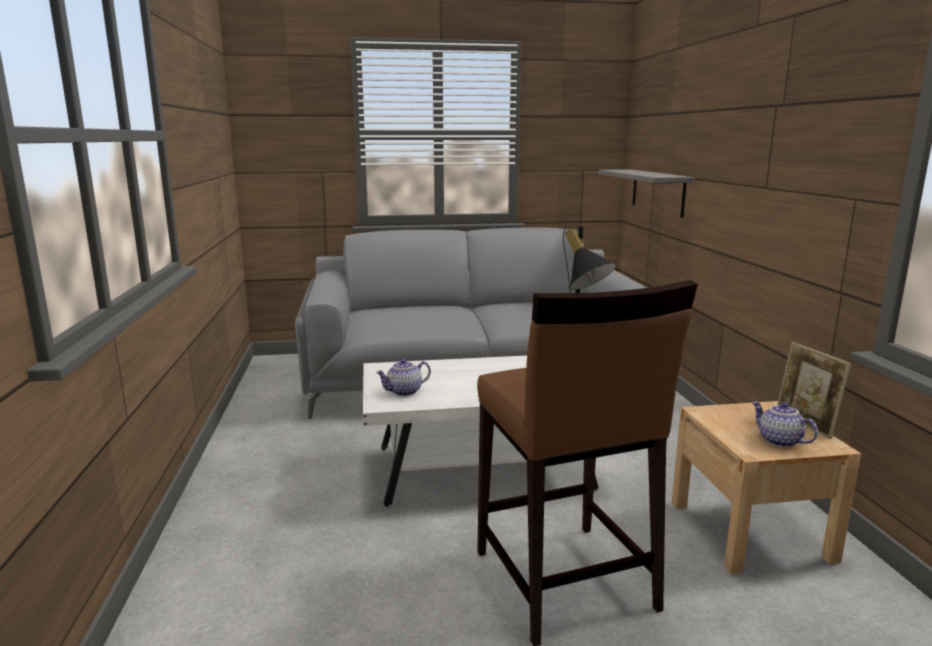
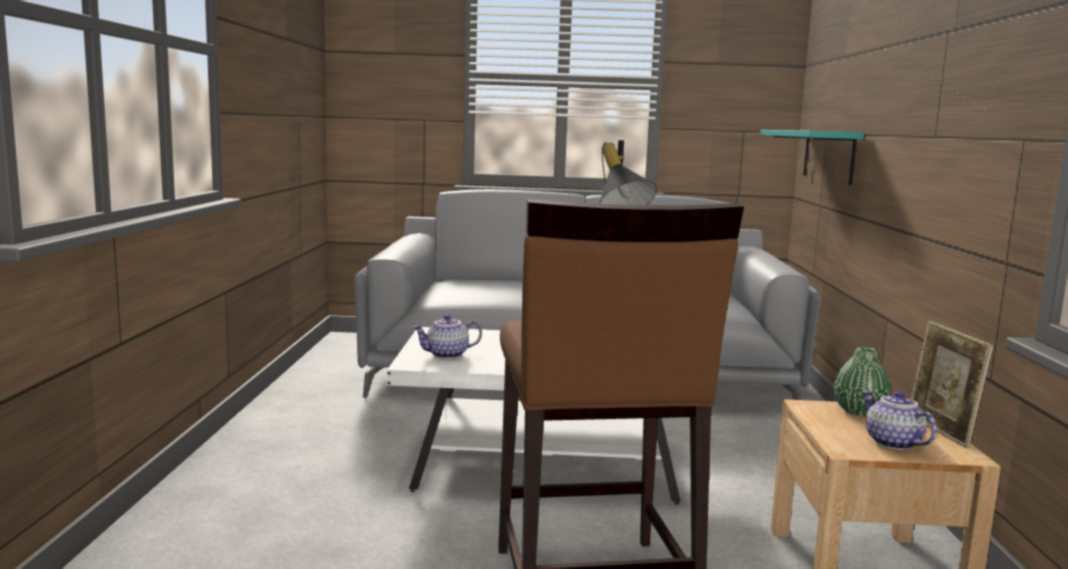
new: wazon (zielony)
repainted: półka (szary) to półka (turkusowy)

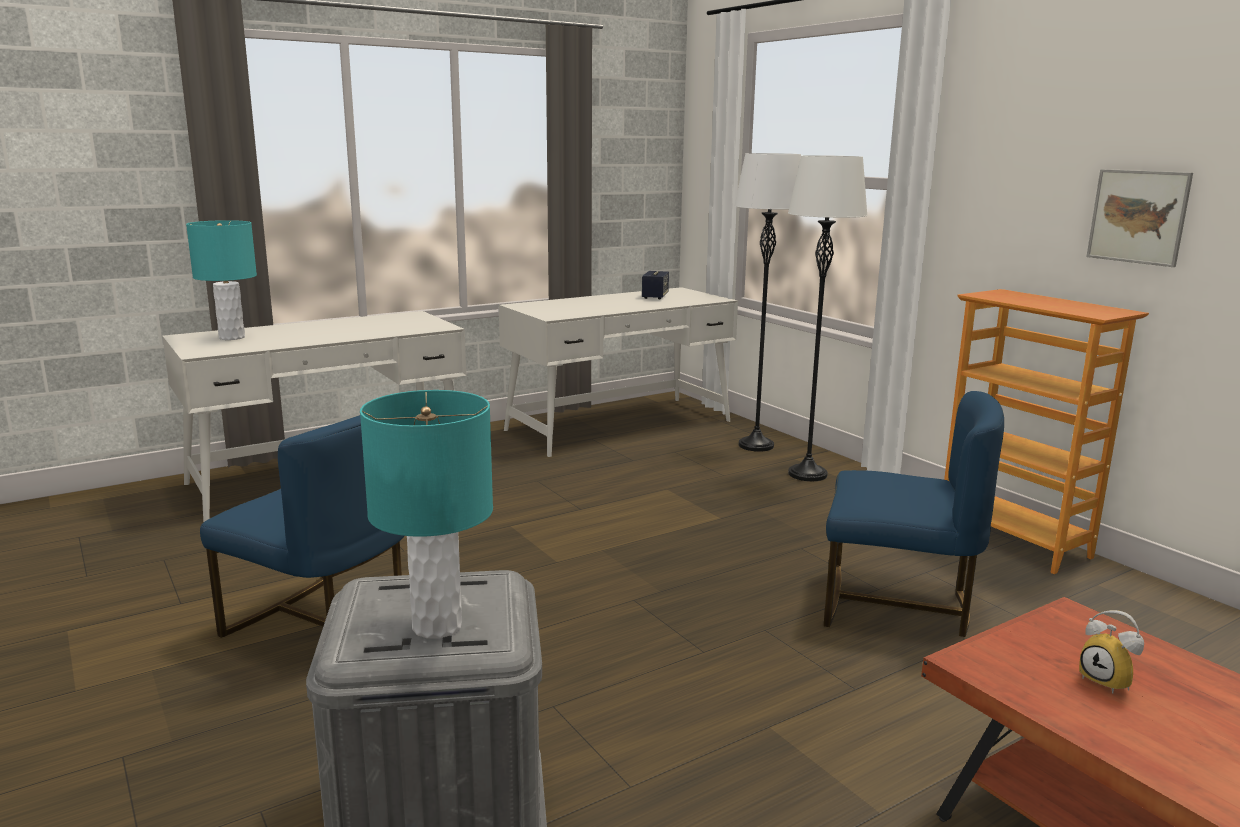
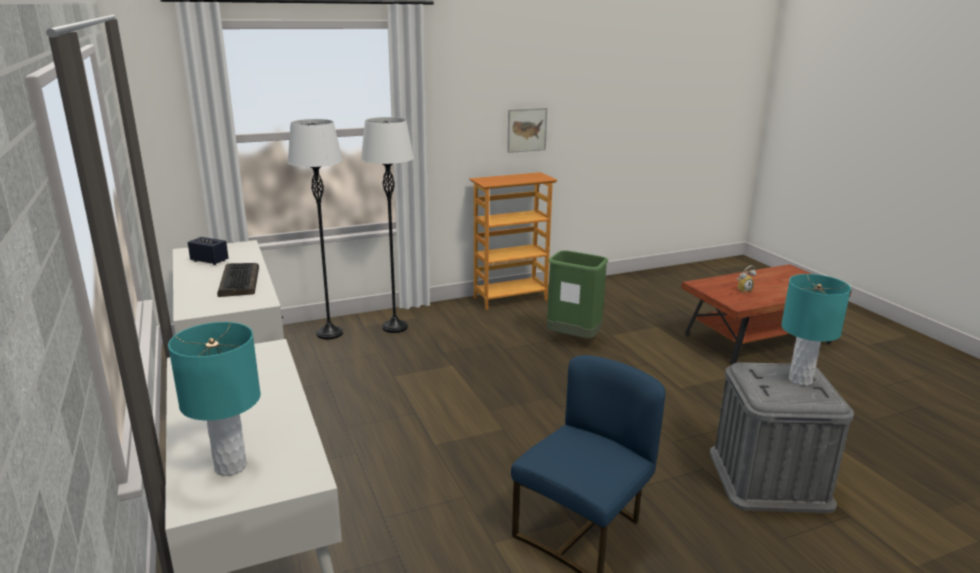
new: klawiatura
swapped: krzesło (niebieski) (no. 2 from left) to kosz na śmieci (zielony)

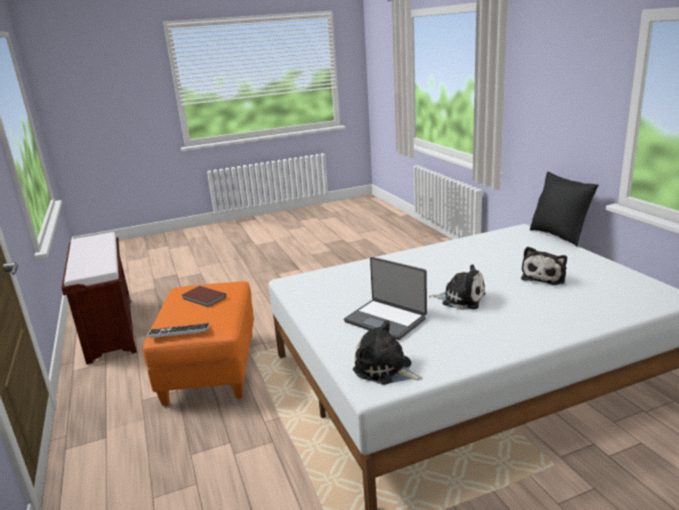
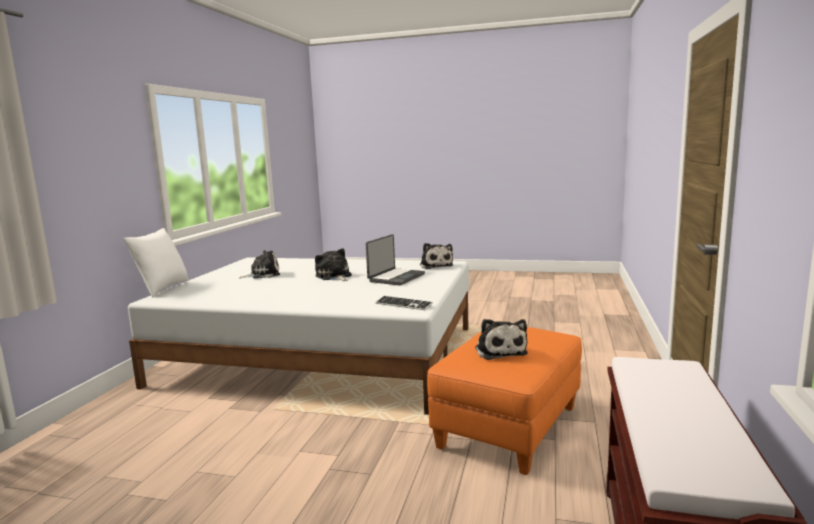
shifted: klawiatura
swapped: książka (brązowy) to pluszak (no. 4 from left)
repainted: poduszka (czarny) to poduszka (biały)
rotated: laptop 45 degrees clockwise

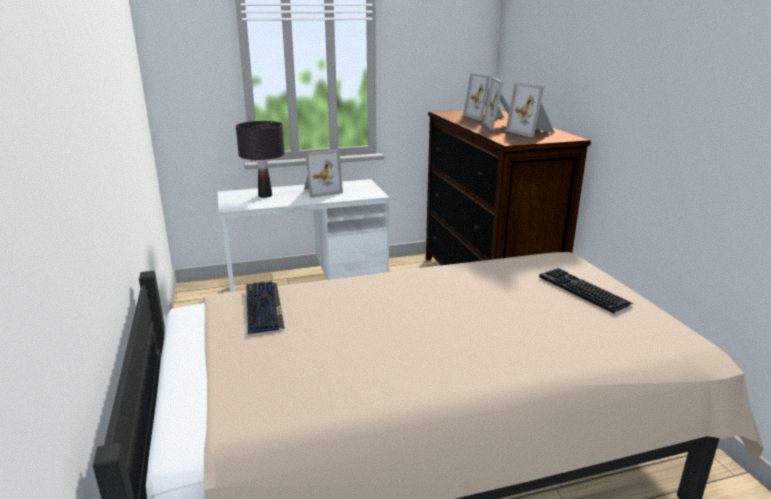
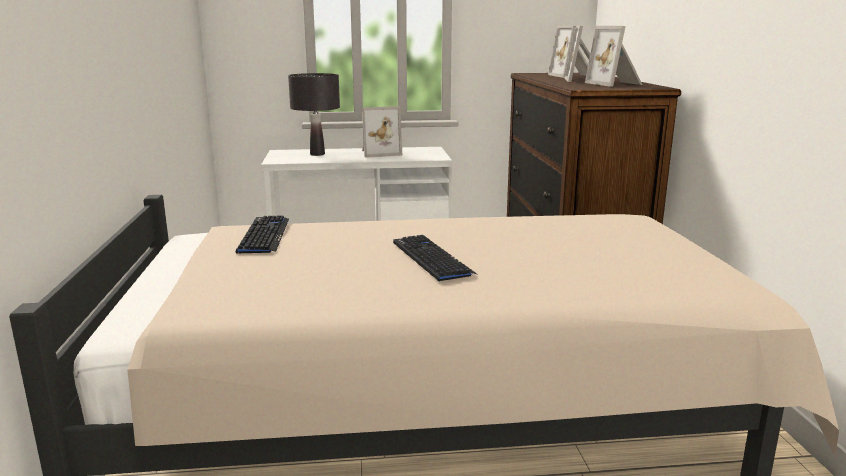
shifted: klawiatura (no. 2 from left)

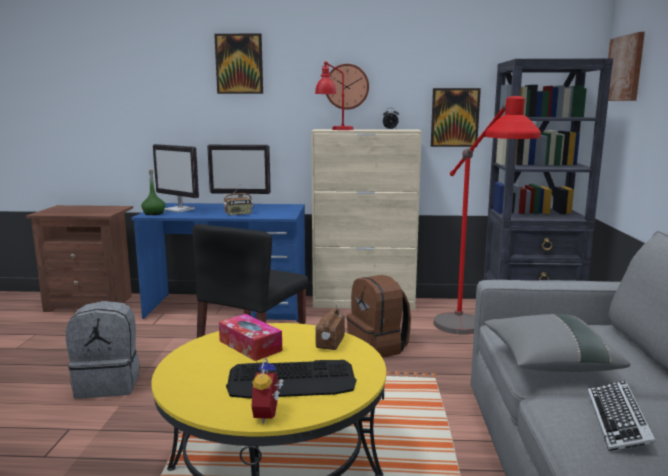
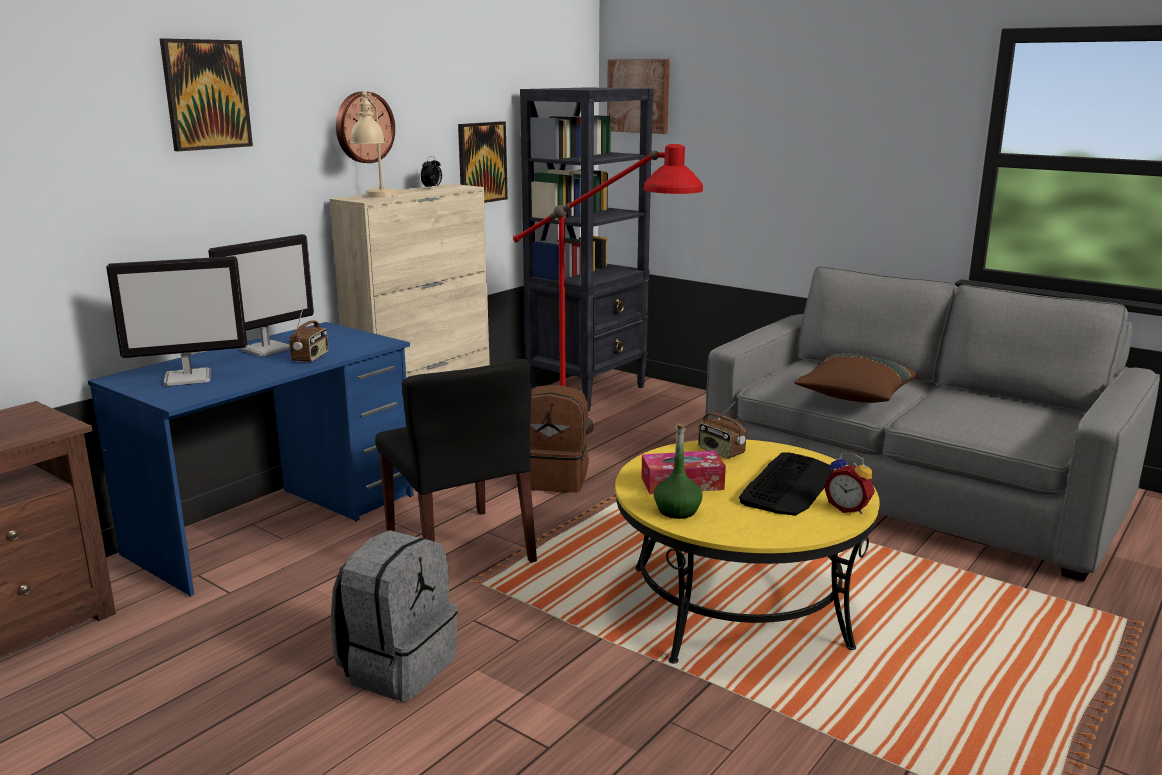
gone: klawiatura (no. 2 from left)
shifted: butelka (zielony)
repainted: lampa stołowa (czerwony) to lampa stołowa (beżowy); poduszka (szary) to poduszka (brązowy)

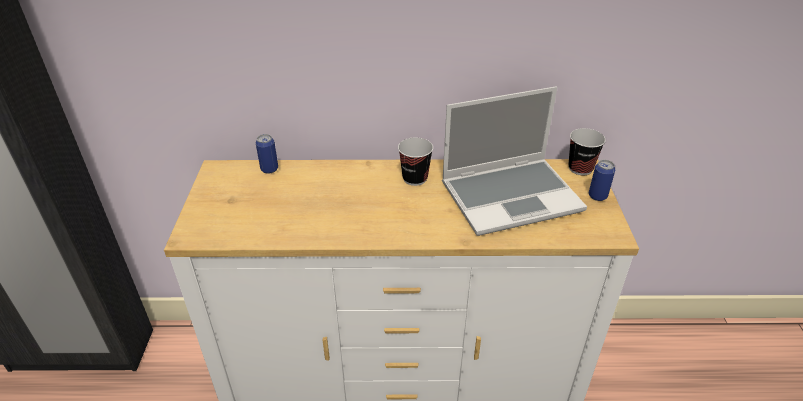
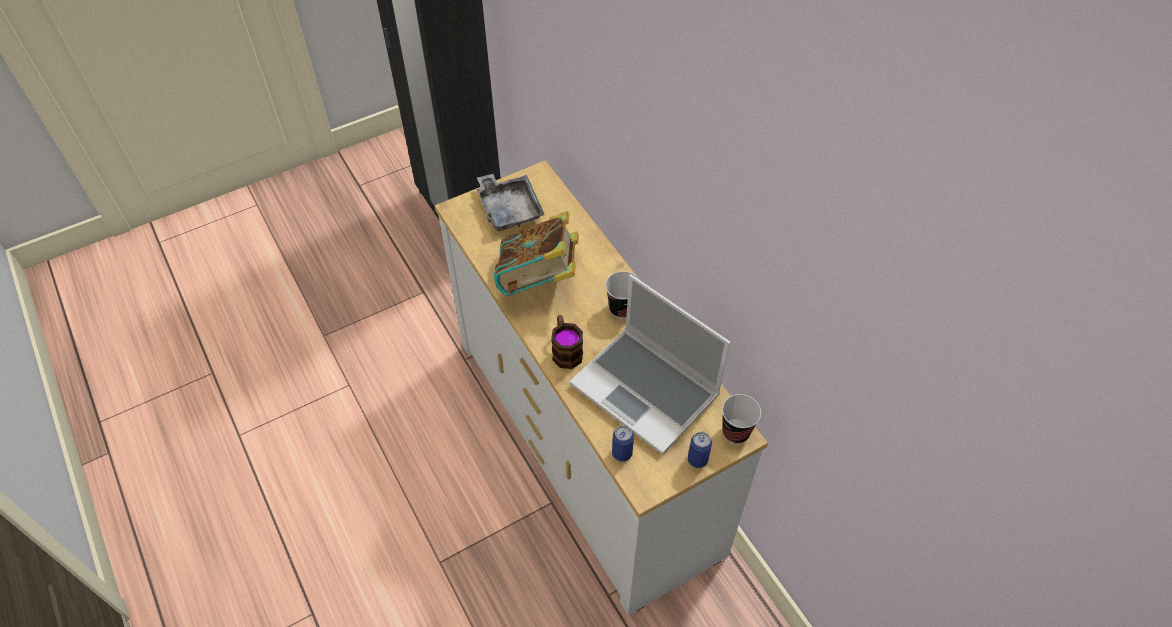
new: taca (szary); książka; kubek
shifted: puszka (no. 1 from left)

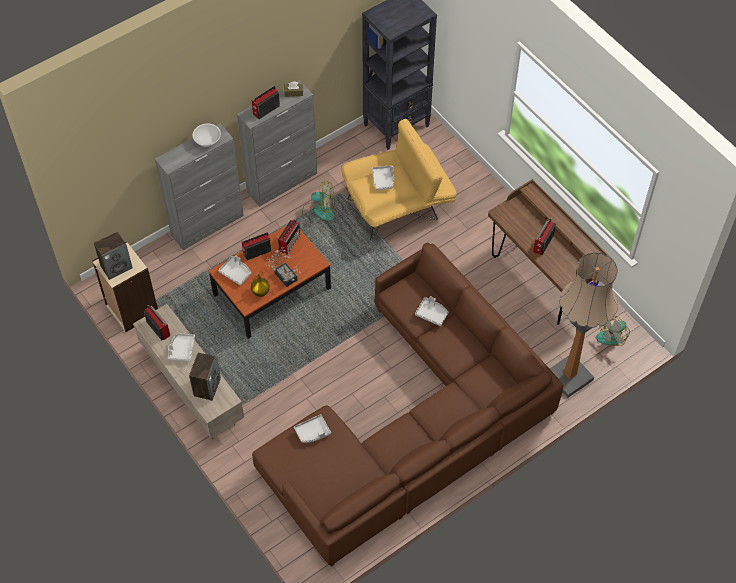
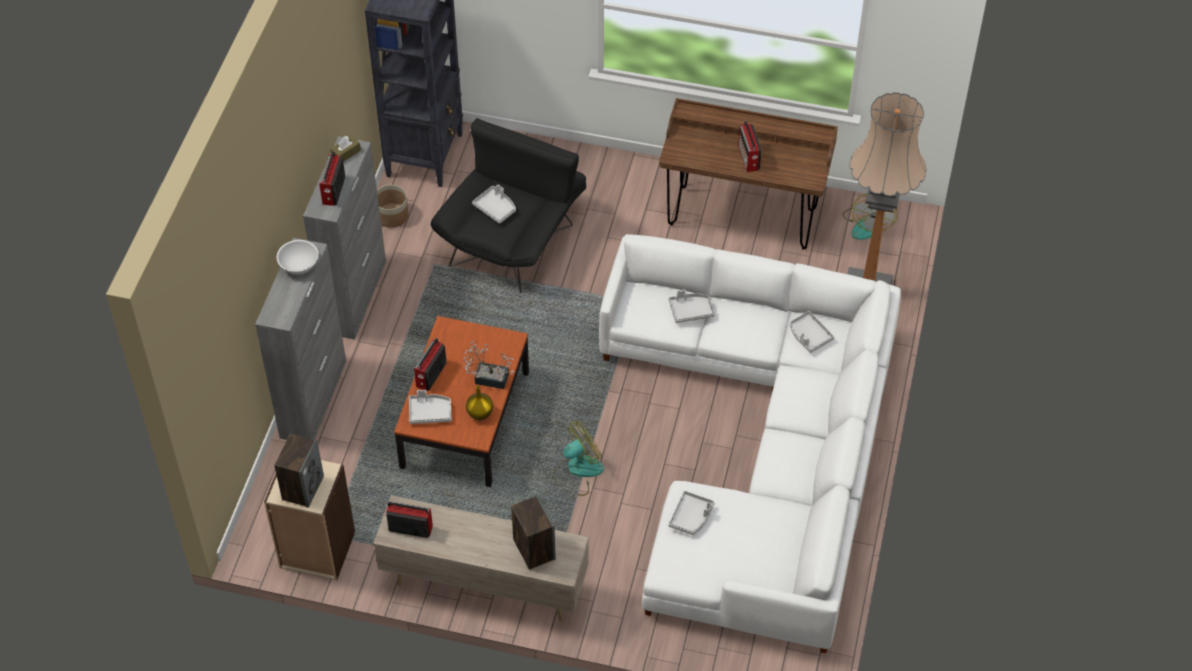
gone: radio (no. 4 from left)
new: donica
shifted: taca (szary) (no. 1 from left in the first image) to taca (szary) (no. 5 from left); wentylator (no. 1 from left)
repainted: kanapa (brązowy) to kanapa (biały); fotel (żółty) to fotel (czarny)

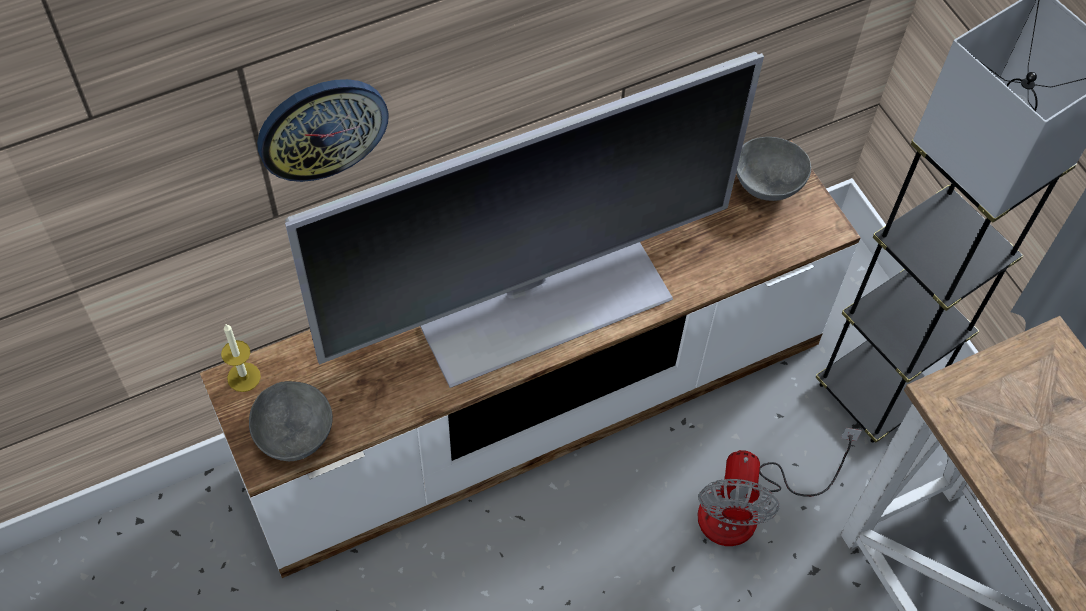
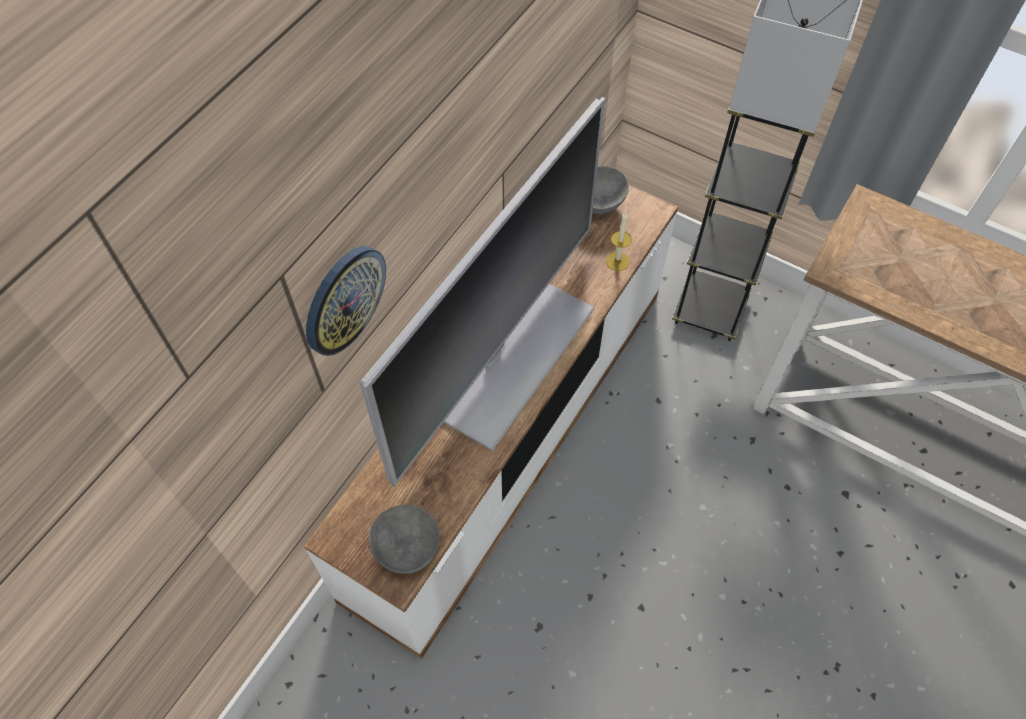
gone: wentylator
shifted: świeca

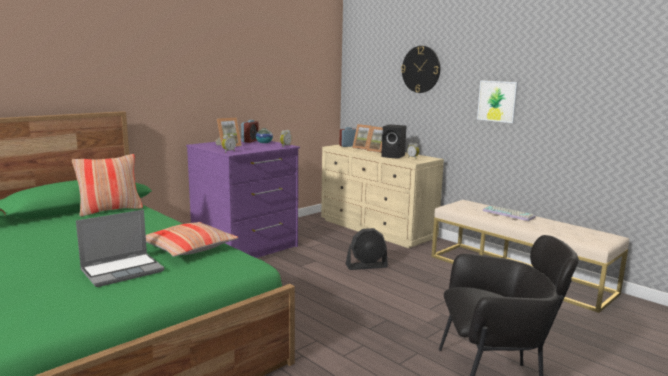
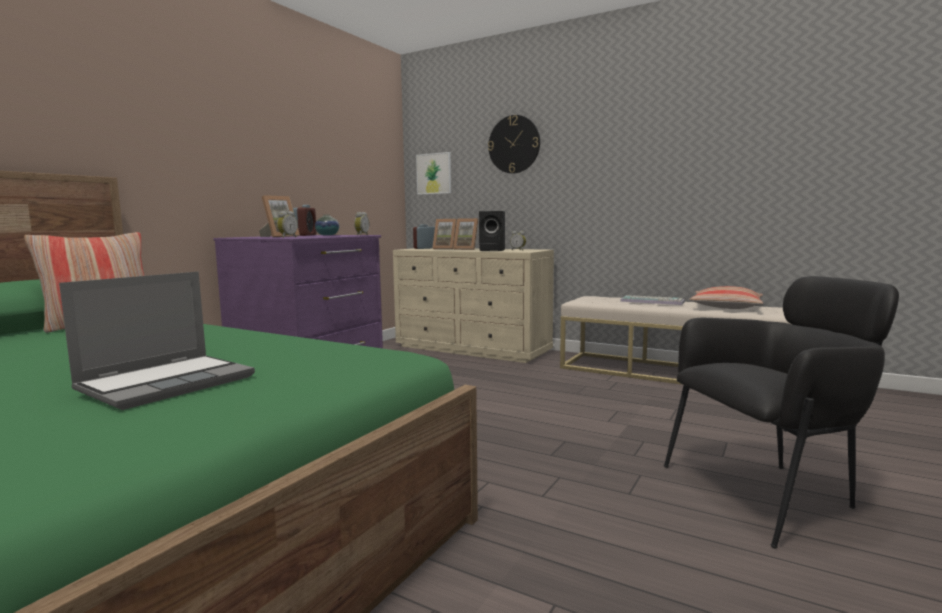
gone: wentylator (czarny)
shifted: poduszka (no. 2 from left); obraz

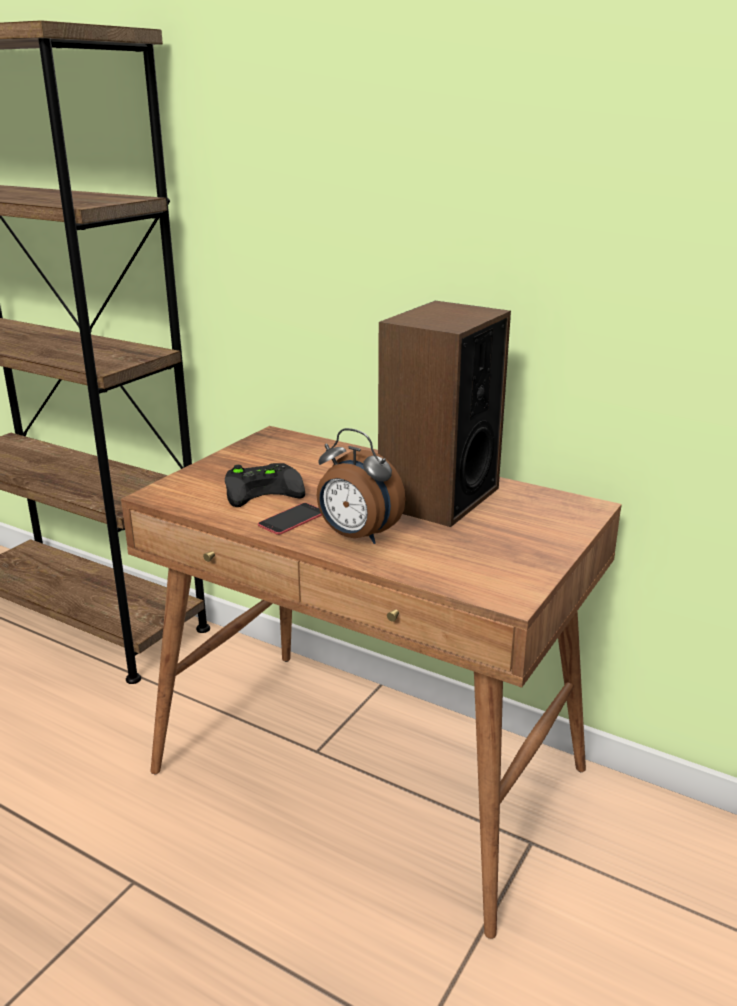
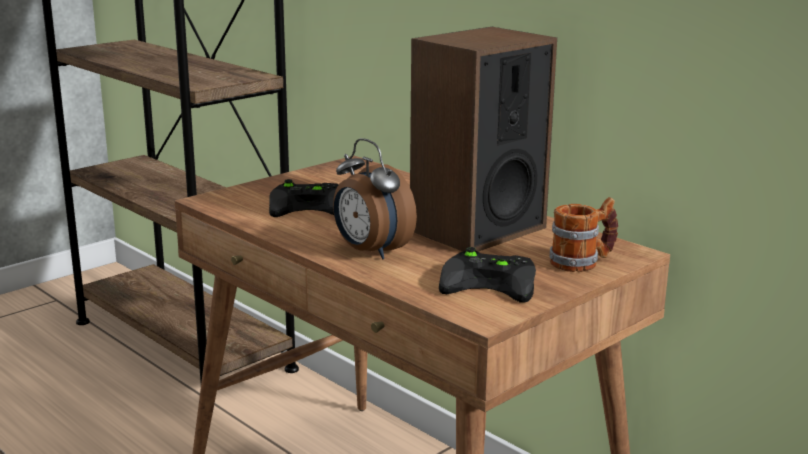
gone: telefon
new: pad do gier (czarny) (no. 2 from left); kubek

